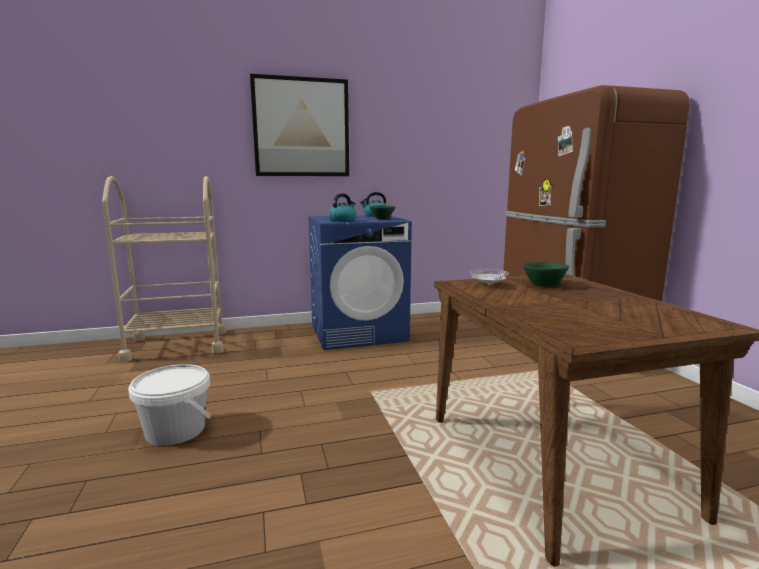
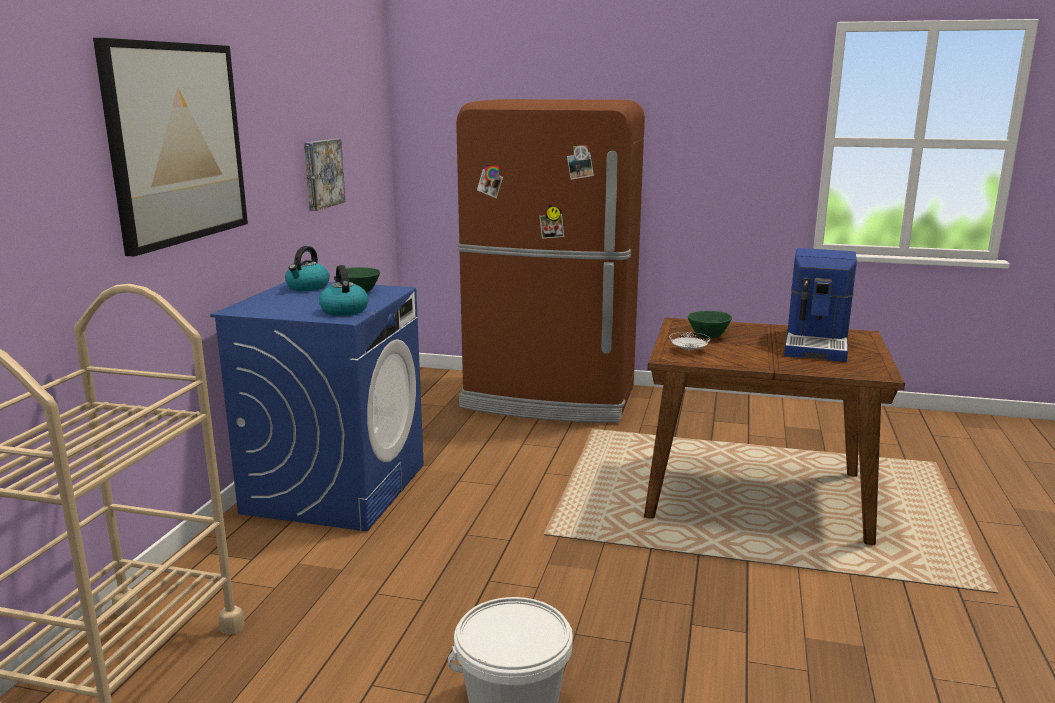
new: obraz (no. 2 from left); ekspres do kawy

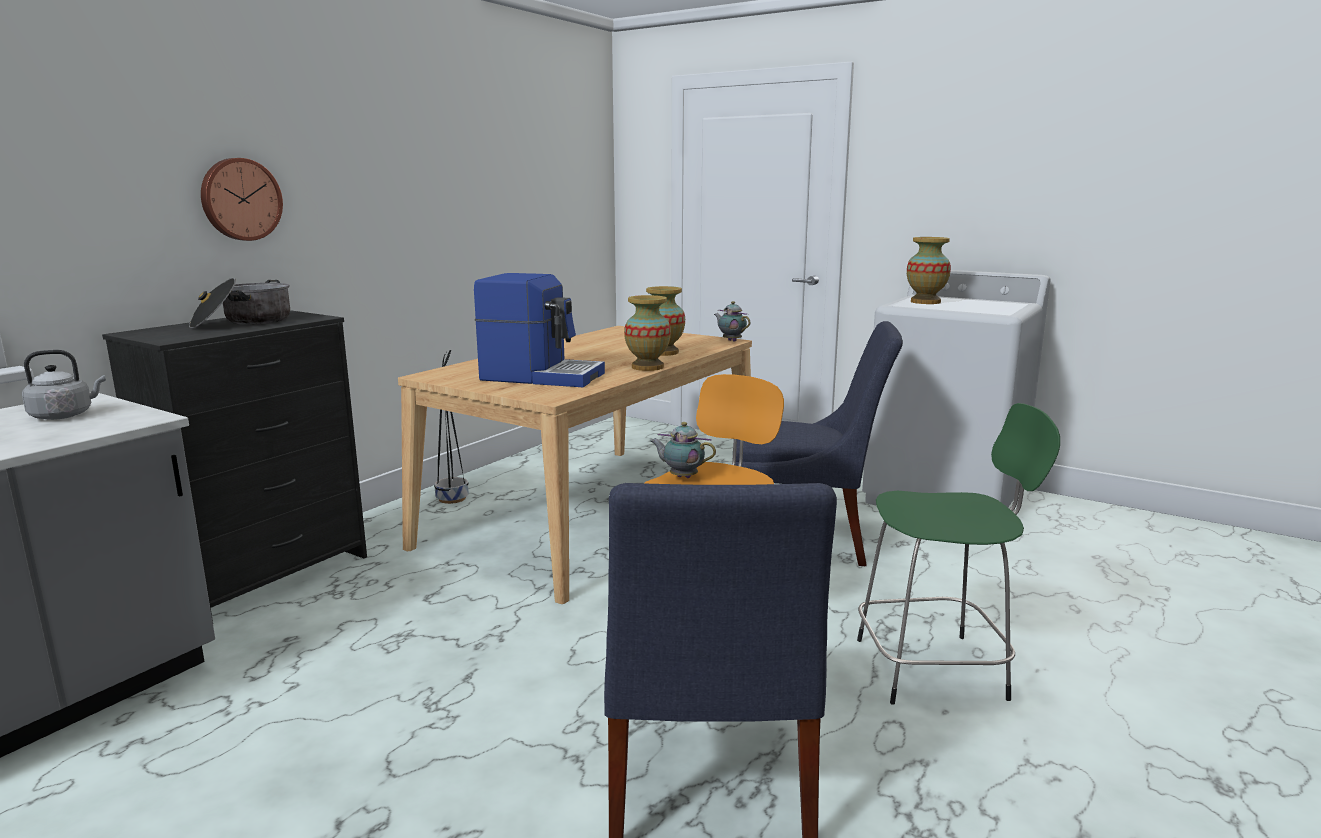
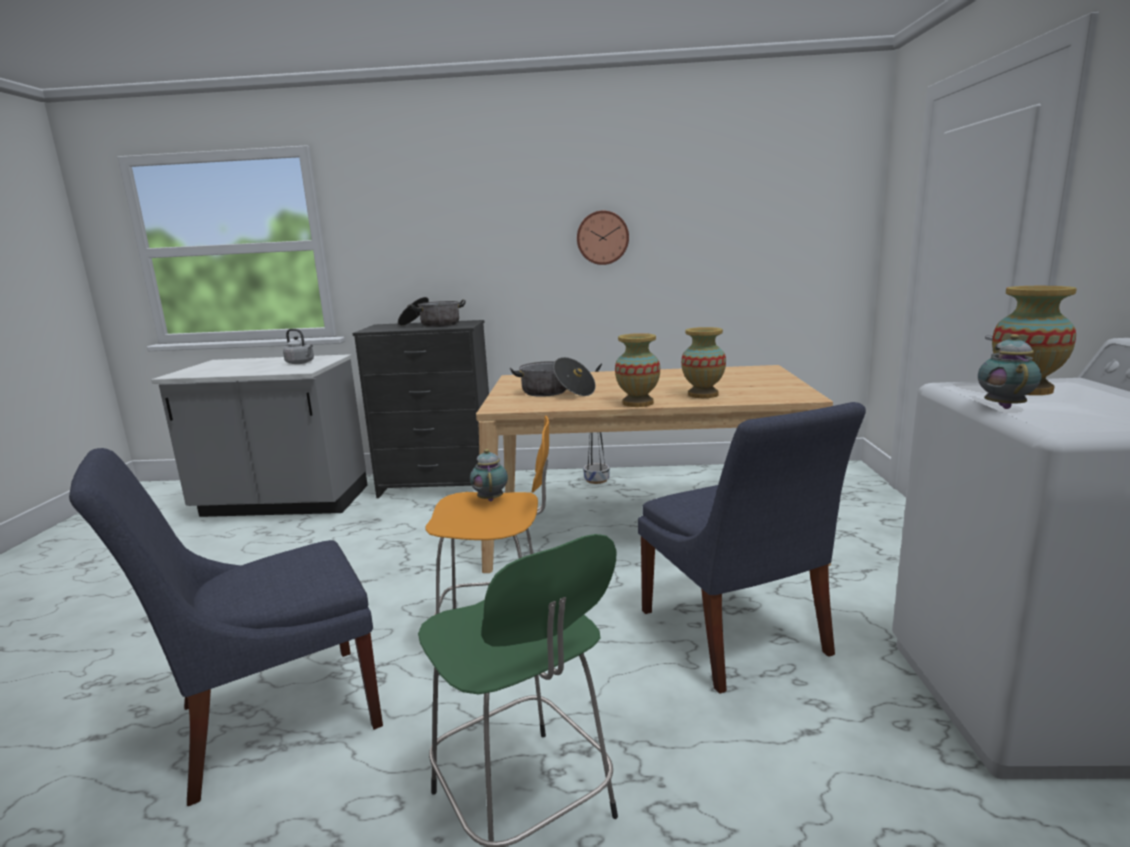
shifted: zegar ścienny; imbryk (no. 2 from left)
swapped: ekspres do kawy to garnek (no. 2 from left)

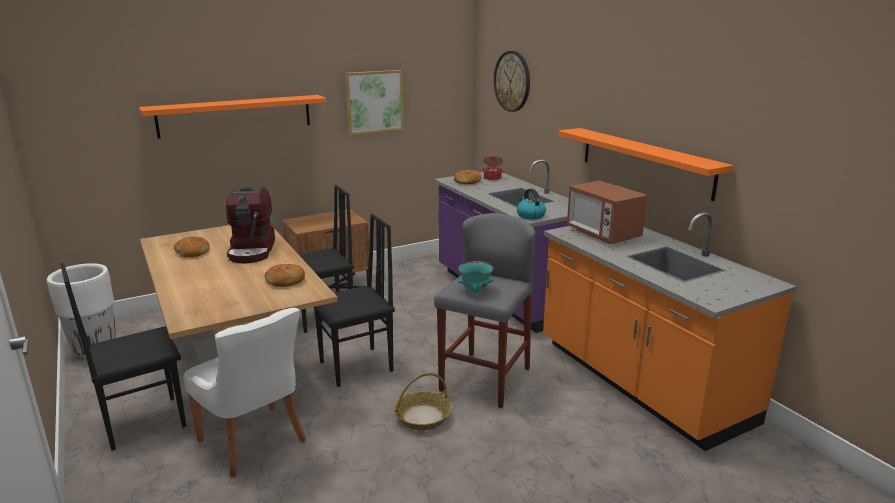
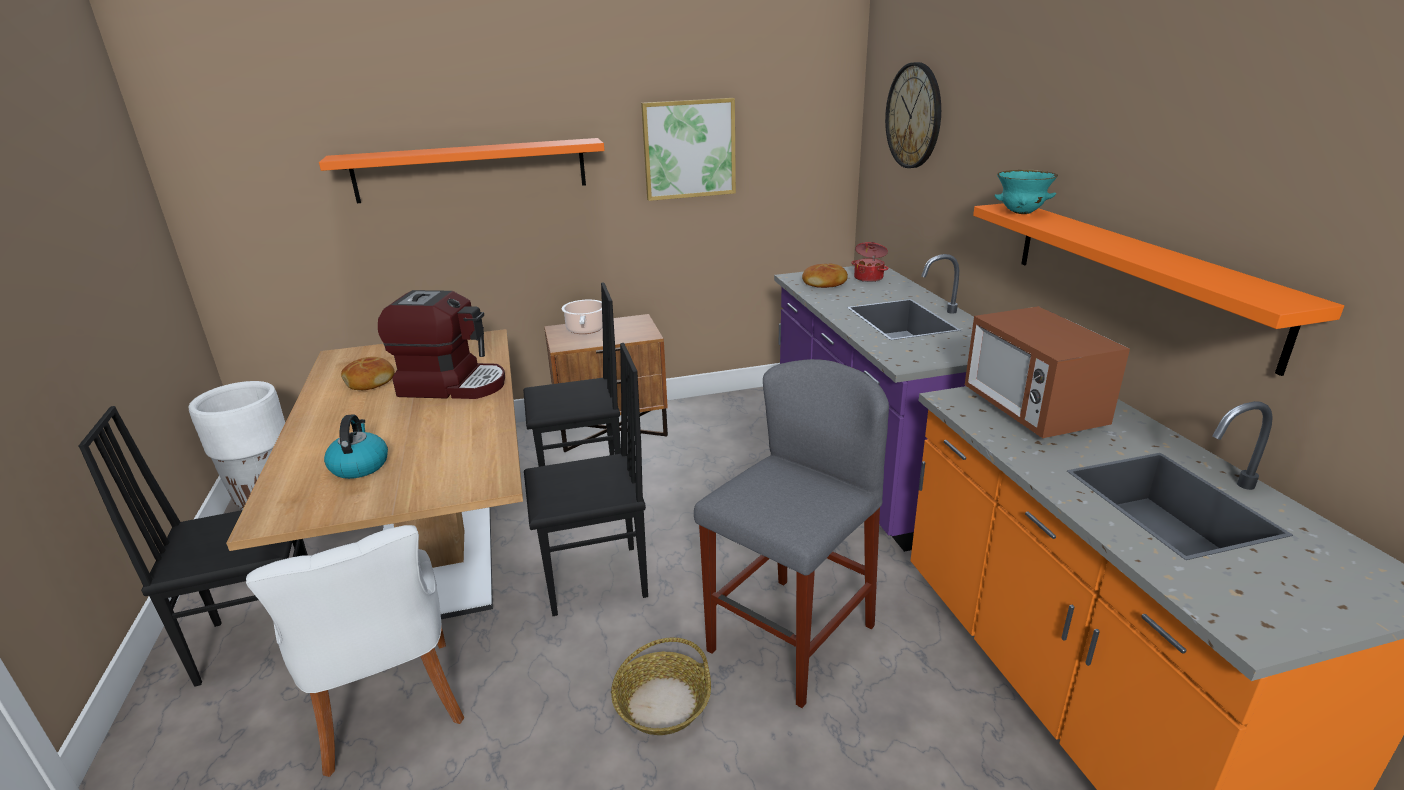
gone: chleb (no. 2 from left)
new: garnek (no. 1 from left)
shifted: miska (turkusowy); czajnik
rotated: ekspres do kawy 90 degrees counterclockwise

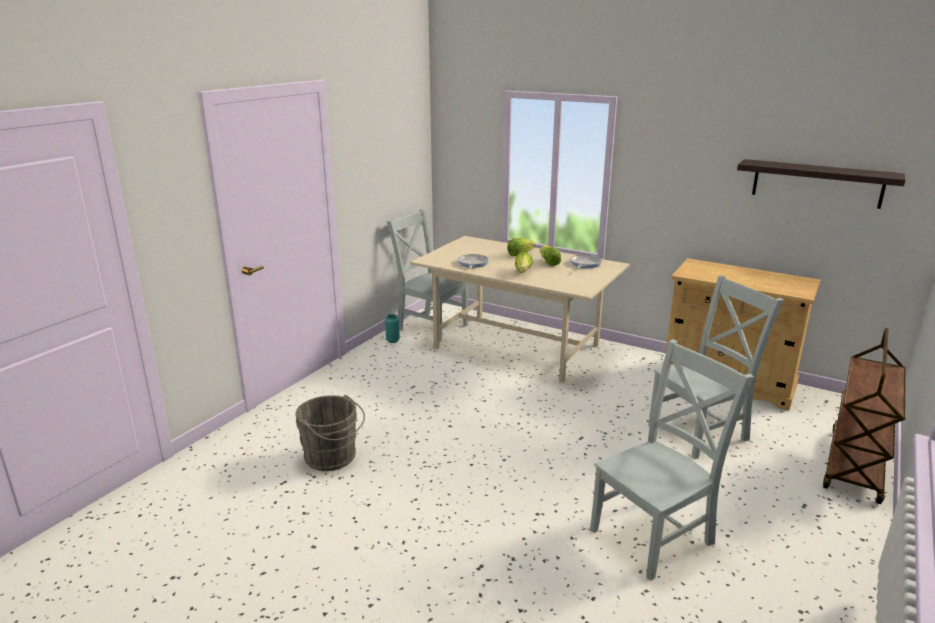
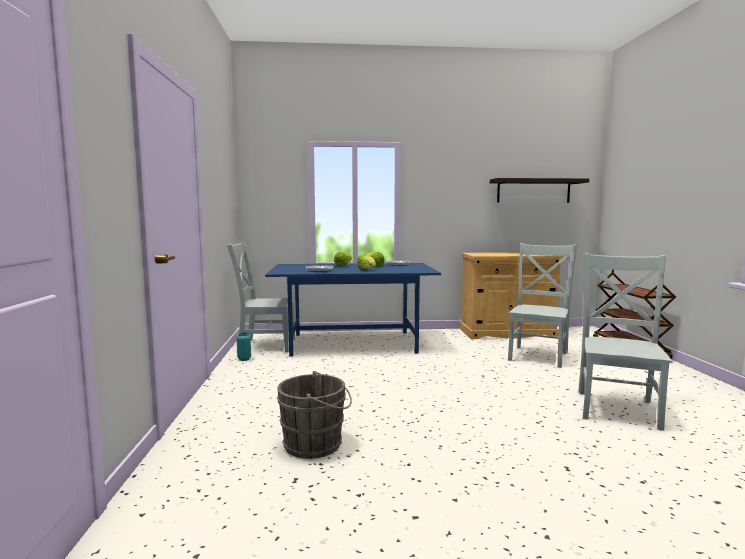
repainted: stół jadalny (beżowy) to stół jadalny (niebieski)

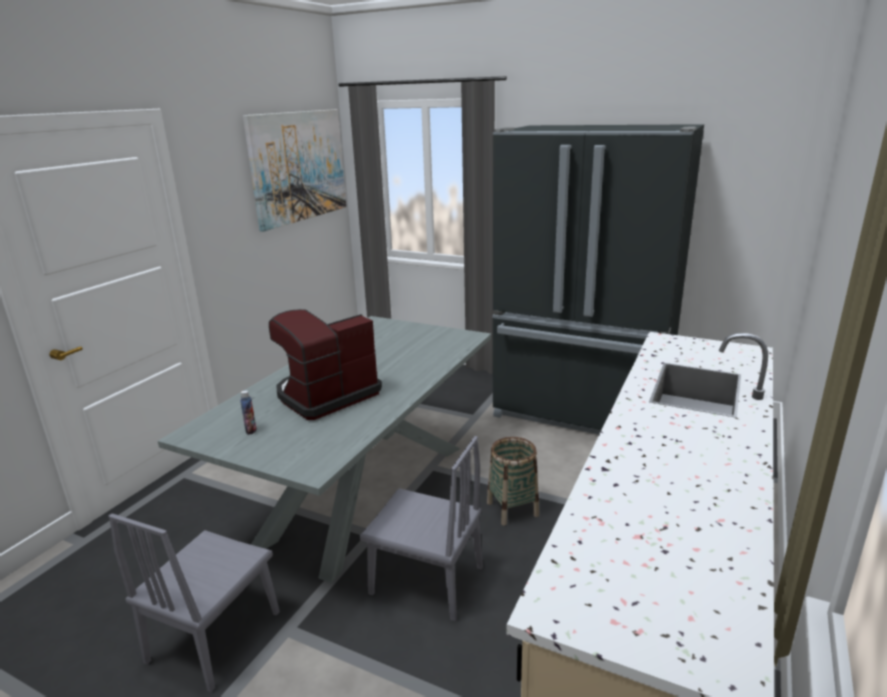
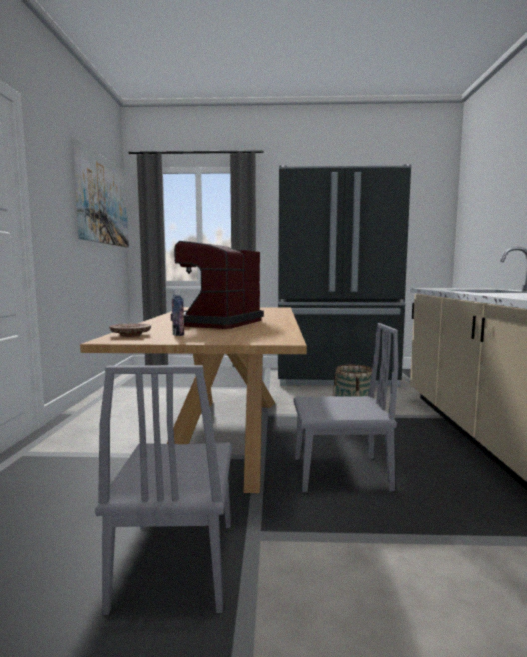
new: talerz (brązowy)
repainted: stół jadalny (szary) to stół jadalny (brązowy)

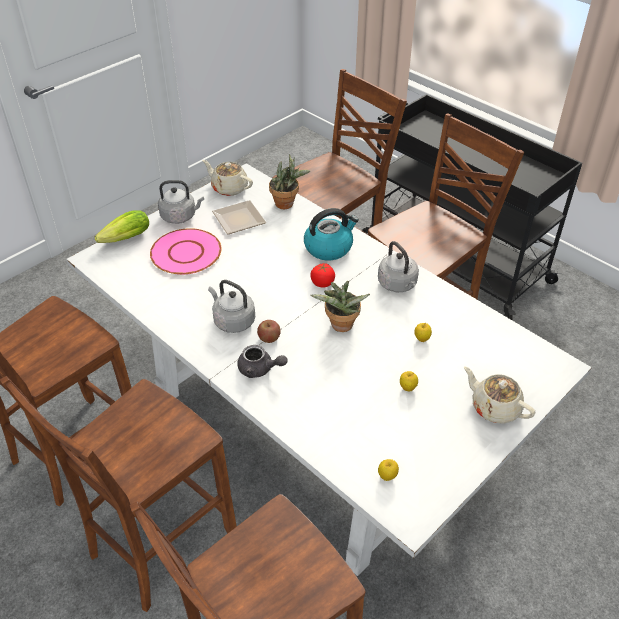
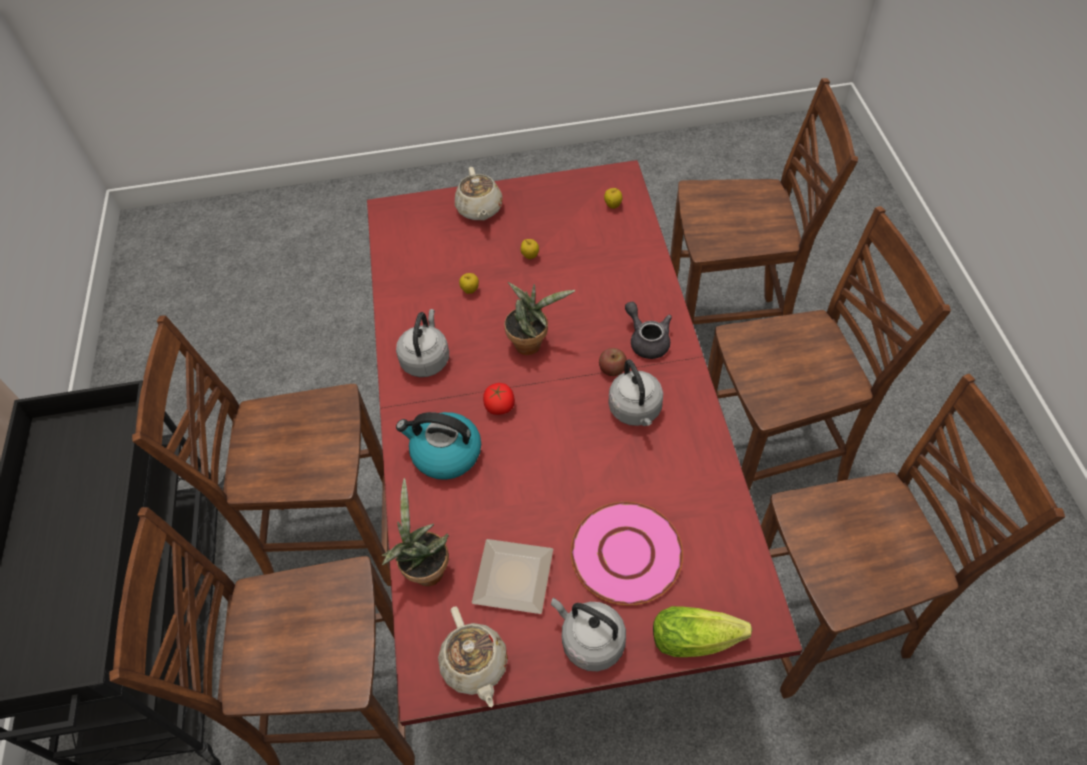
repainted: stół jadalny (biały) to stół jadalny (czerwony)

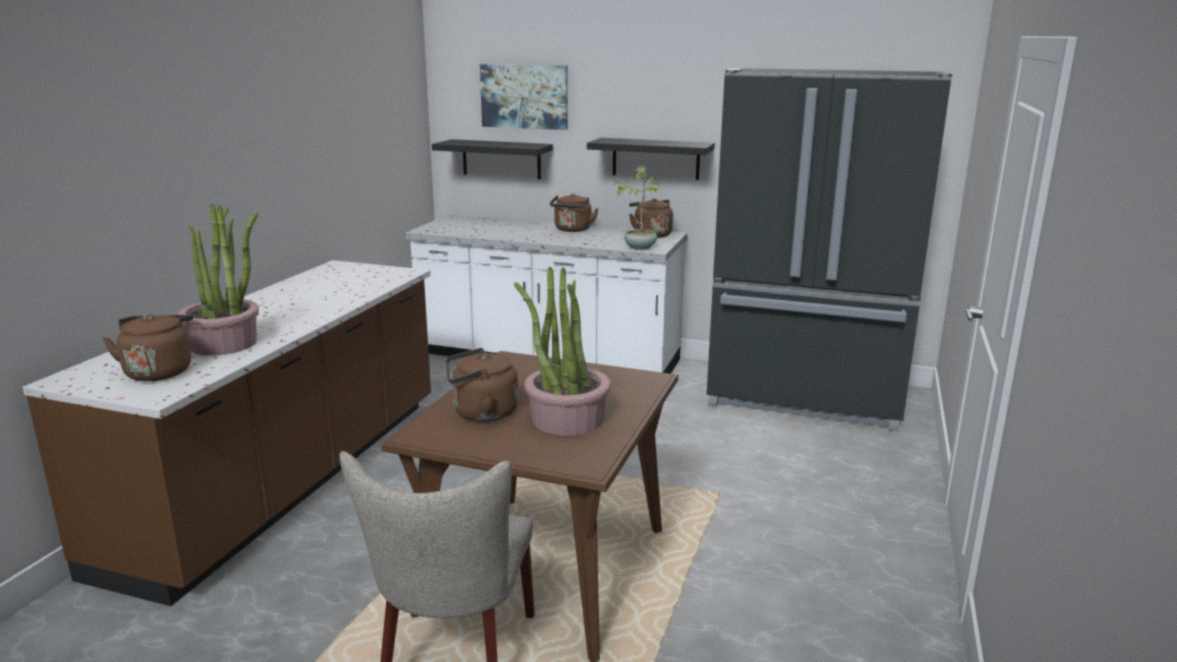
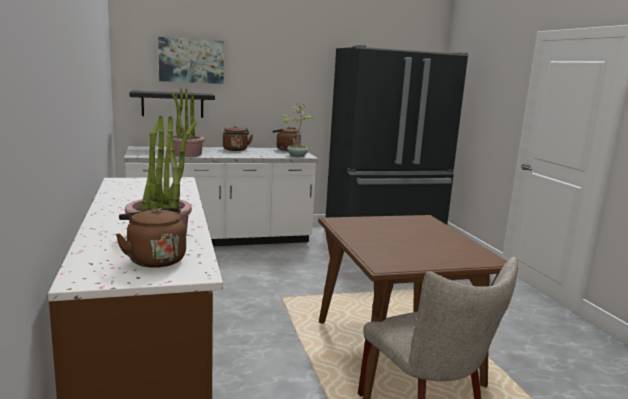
gone: czajnik (brązowy) (no. 2 from left); półka (czarny) (no. 2 from left)
shifted: roślina doniczkowa (no. 2 from left)

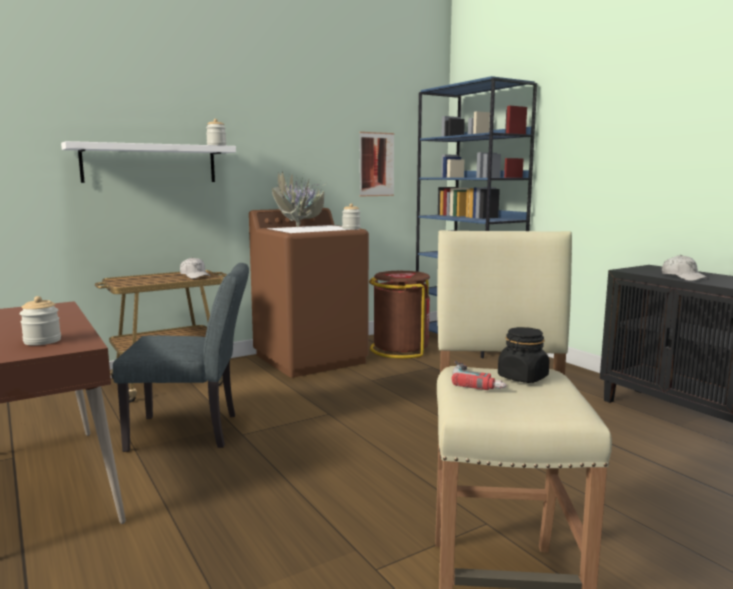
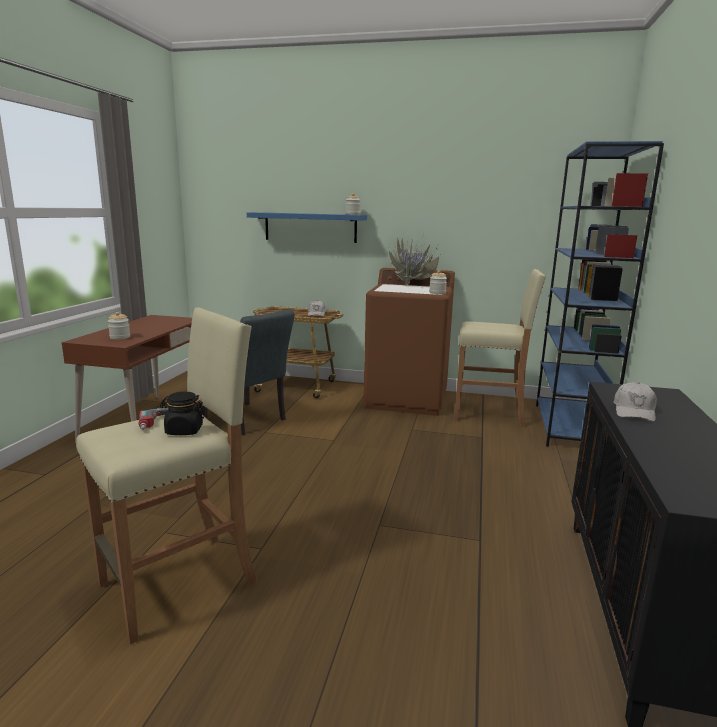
gone: obraz
swapped: kosz na śmieci (brązowy) to stołek (beżowy) (no. 2 from left)
repainted: półka (biały) to półka (niebieski)

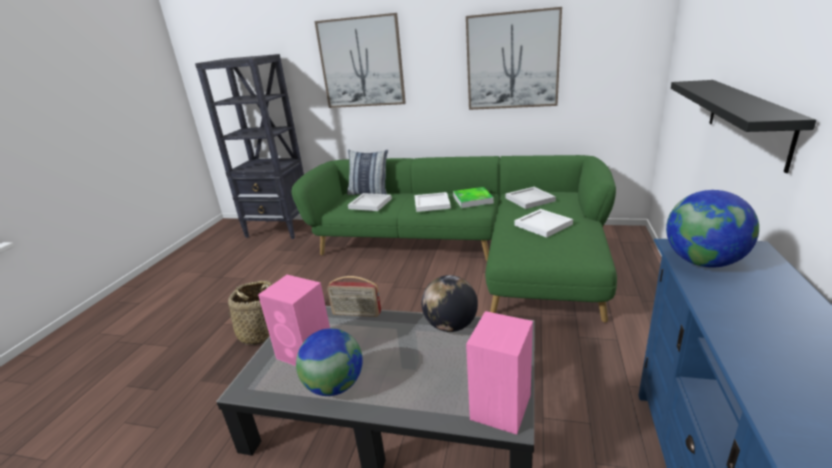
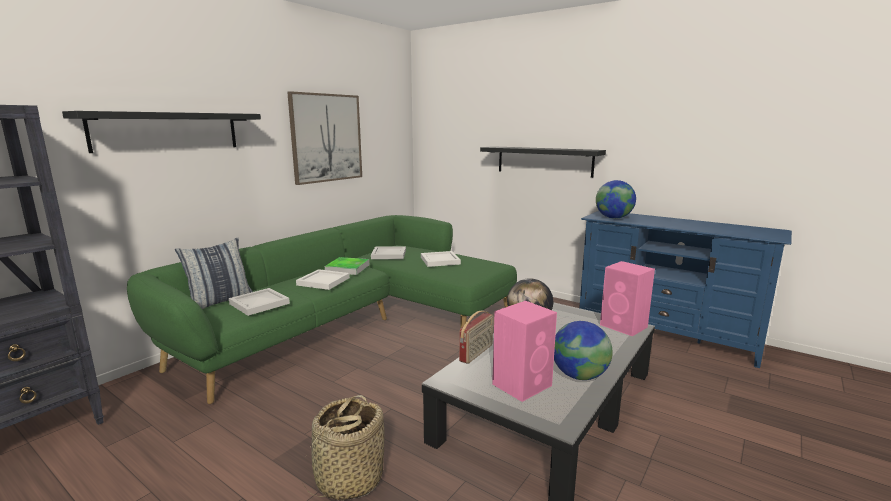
swapped: obraz (no. 1 from left) to półka (czarny) (no. 1 from left)

